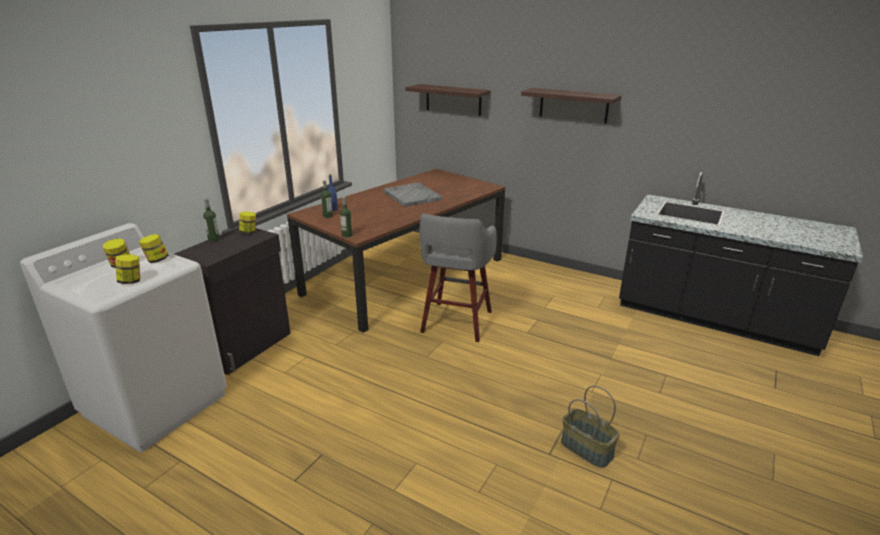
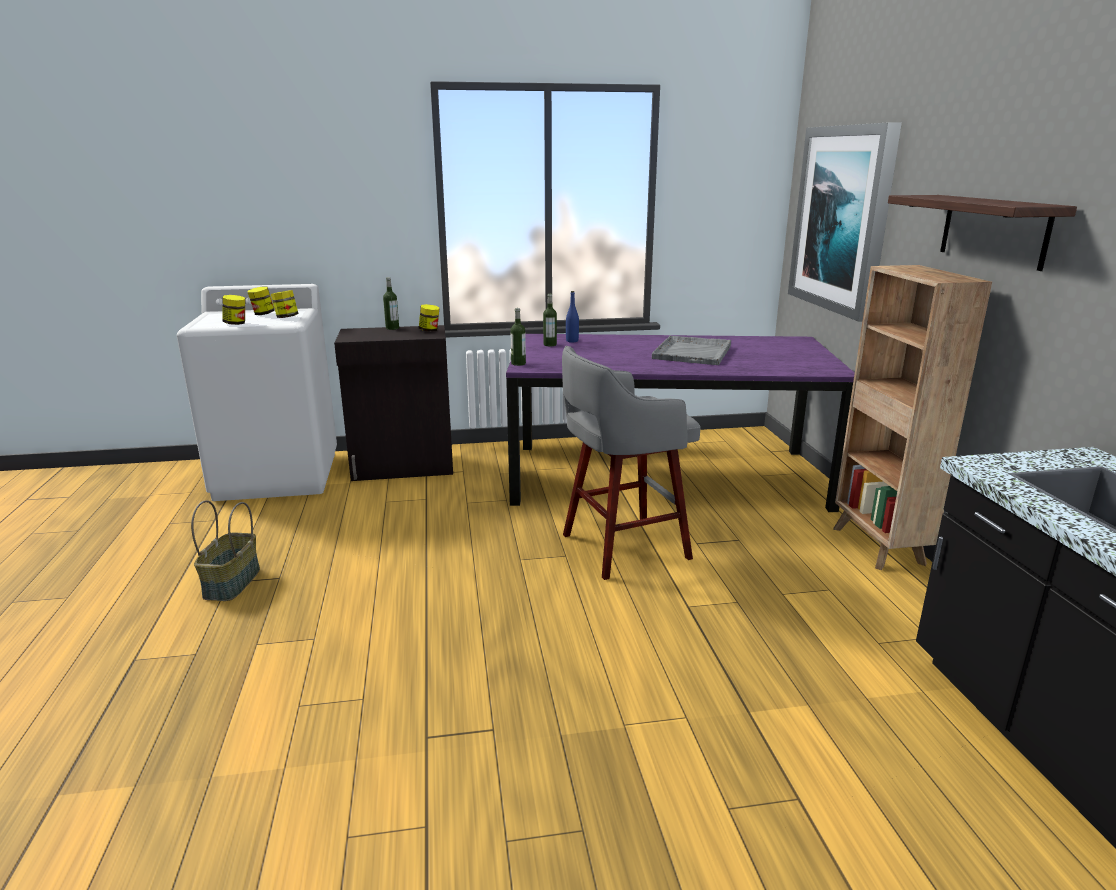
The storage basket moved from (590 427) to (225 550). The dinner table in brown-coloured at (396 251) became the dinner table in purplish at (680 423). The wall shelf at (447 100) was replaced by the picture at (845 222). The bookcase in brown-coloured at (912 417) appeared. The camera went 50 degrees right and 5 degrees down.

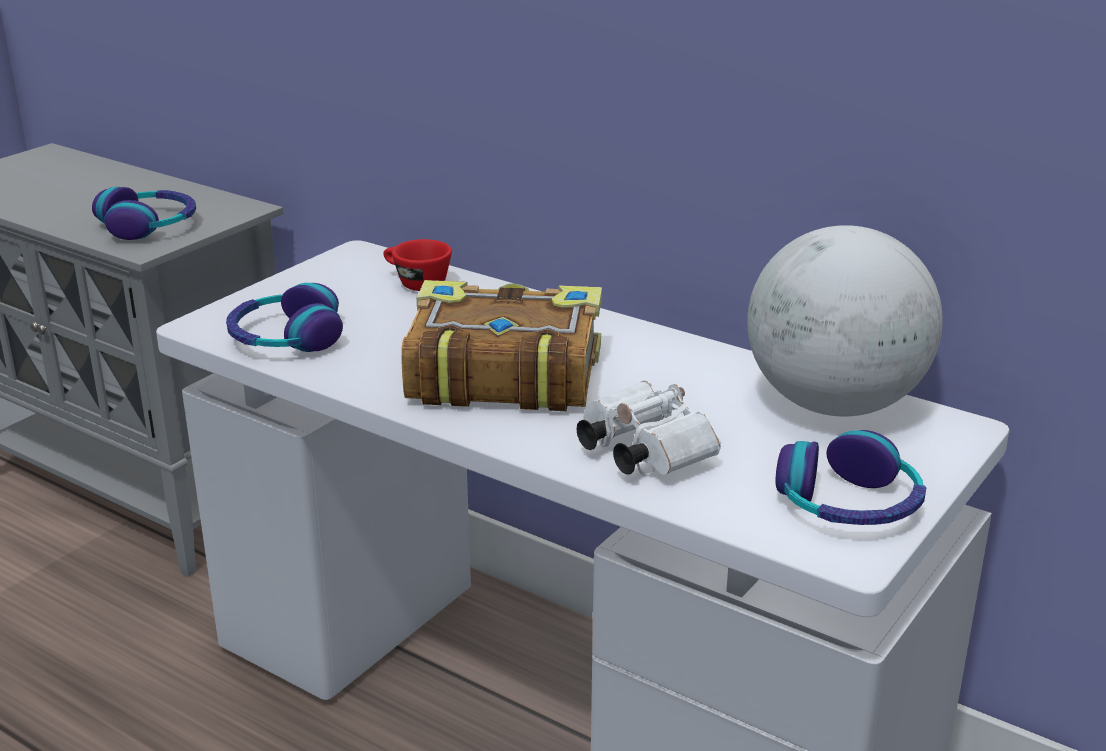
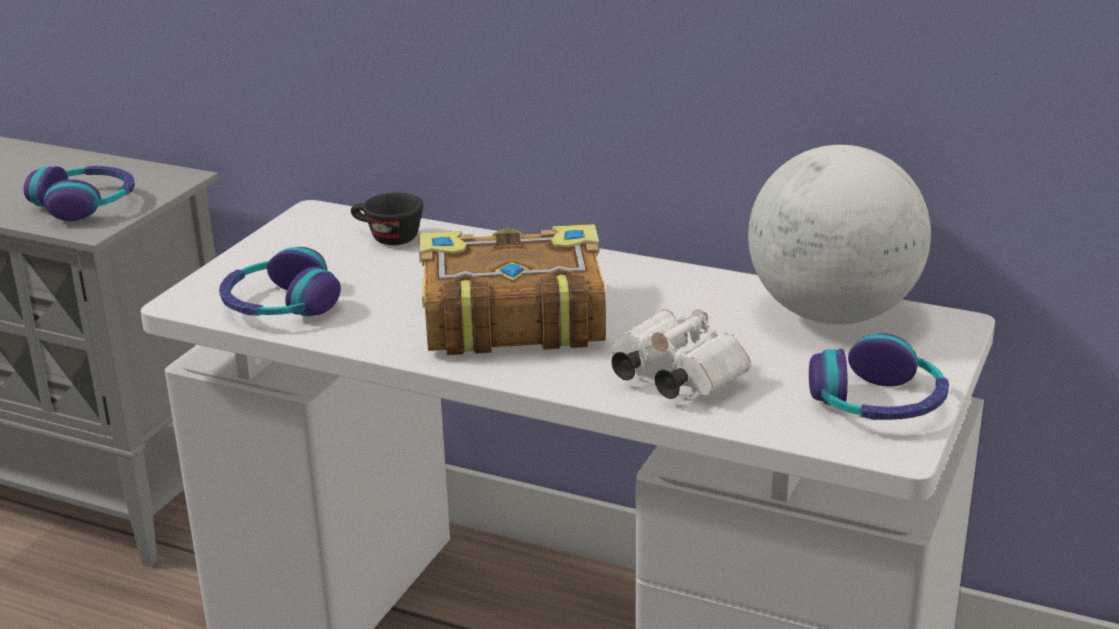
The drinking cup in reddish at (417 265) became the drinking cup in blackish at (387 219). The camera went 10 degrees left and 0 degrees up.

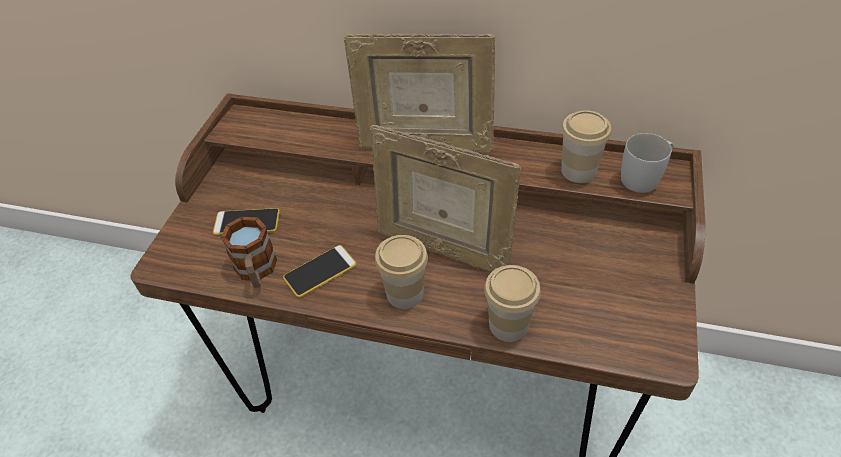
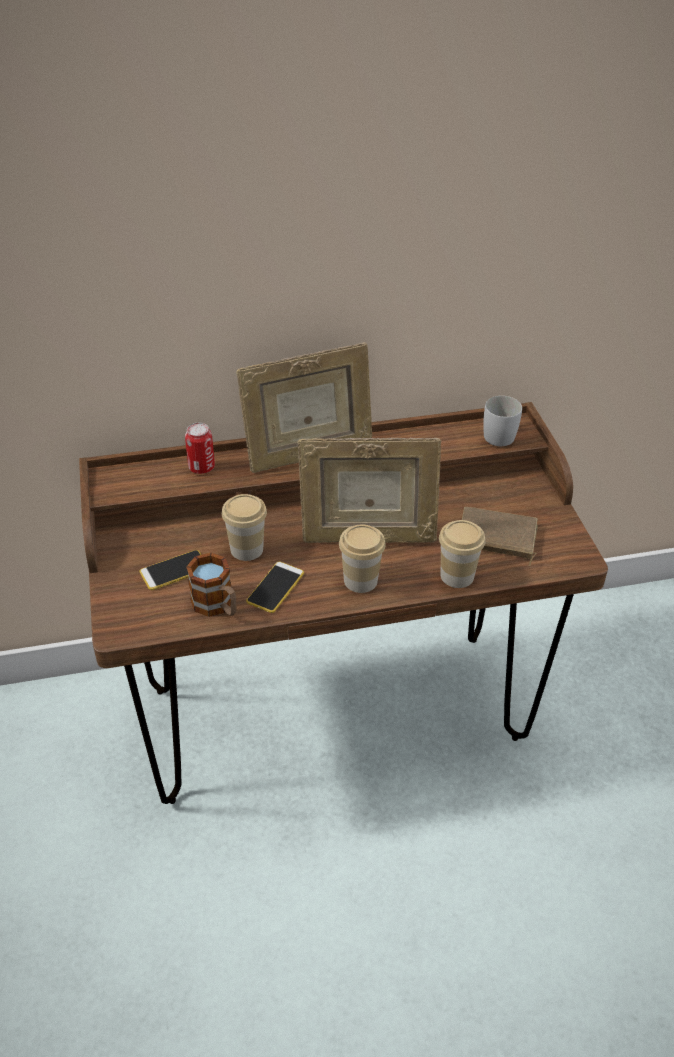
The can at (200 448) appeared. The drinking cup moved from (586 146) to (244 527). The volume in brown-coloured at (500 536) appeared. The camera went 30 degrees left and 5 degrees down.

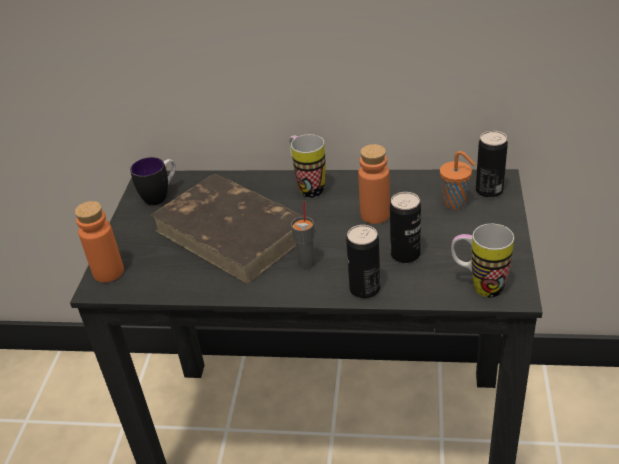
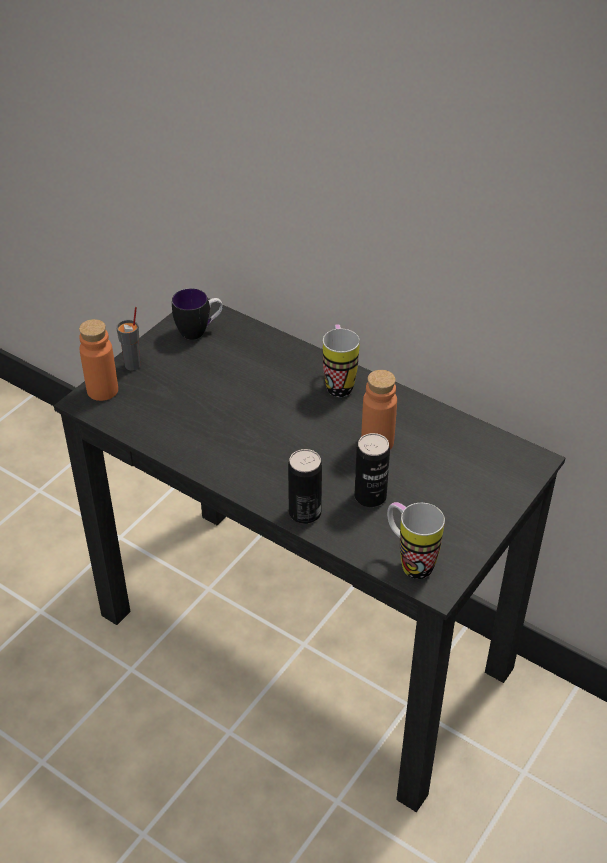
The drinking cup in grey moved from (303 235) to (128 338). The volume in brown-coloured at (227 229) disappeared. The drinking cup in orange-coloured at (457 180) disappeared. The can at (492 164) disappeared. The camera went 25 degrees right and 5 degrees up.

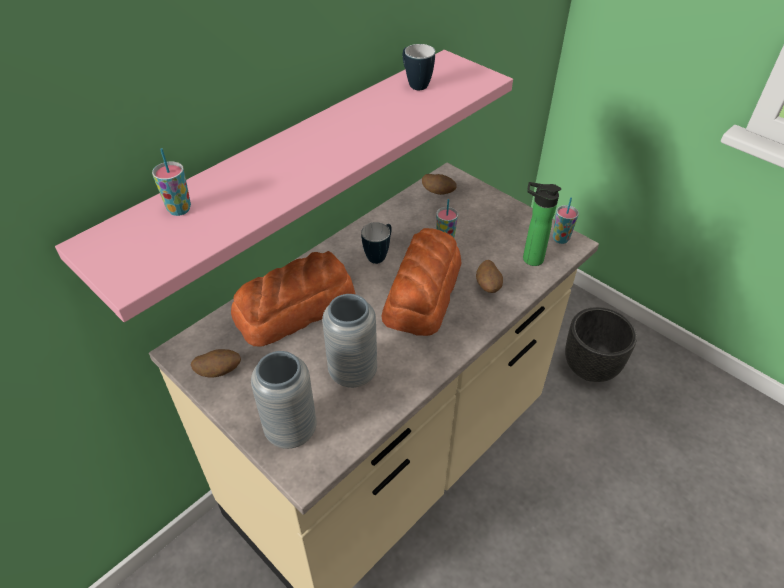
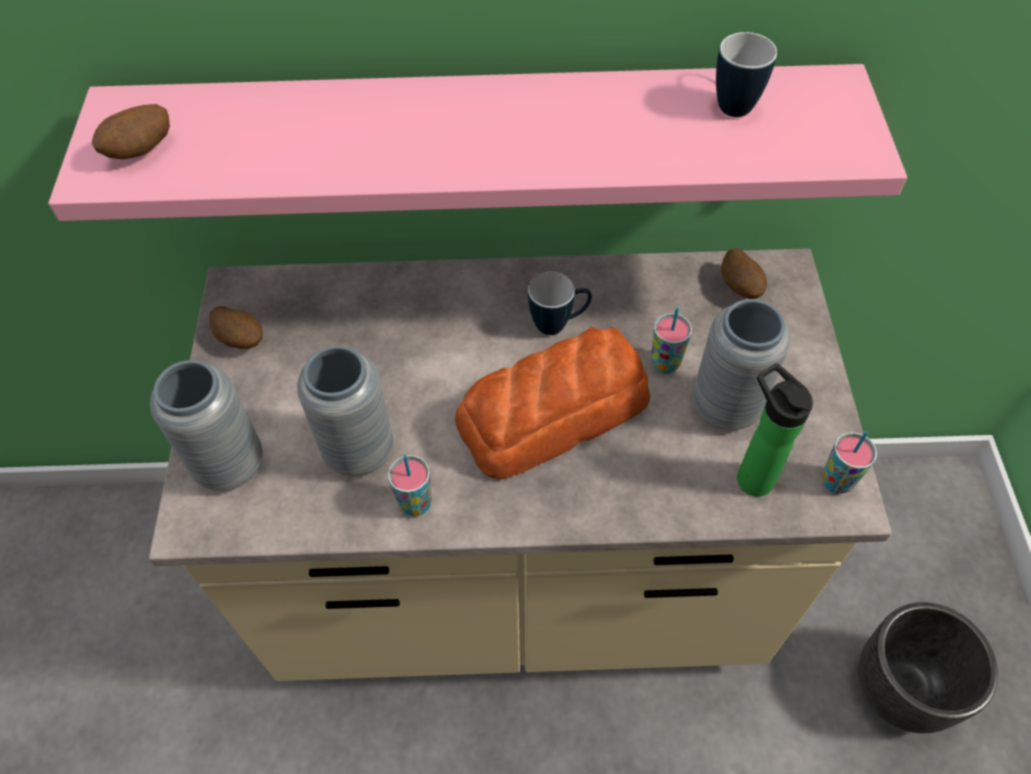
The spud moved from (489 276) to (131 131). The drinking cup moved from (171 182) to (410 485). The decorative vase in grey at (741 364) appeared. The bread at (293 298) disappeared. The camera went 45 degrees right and 10 degrees up.

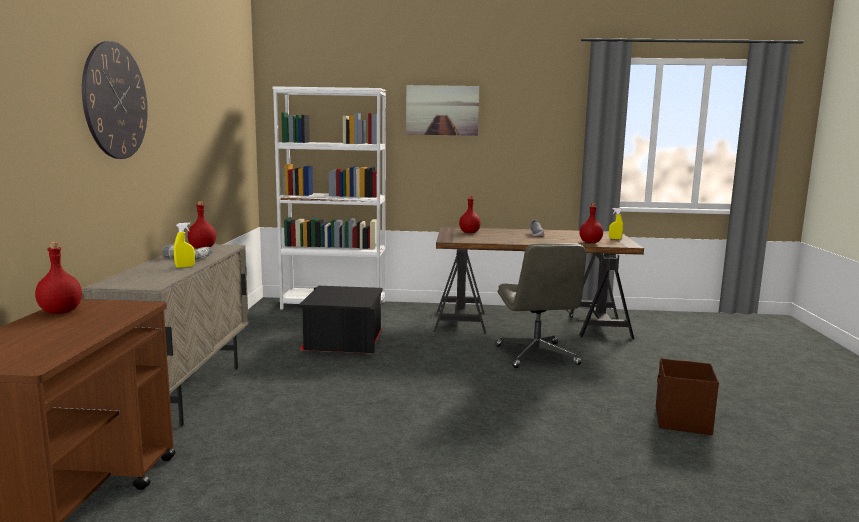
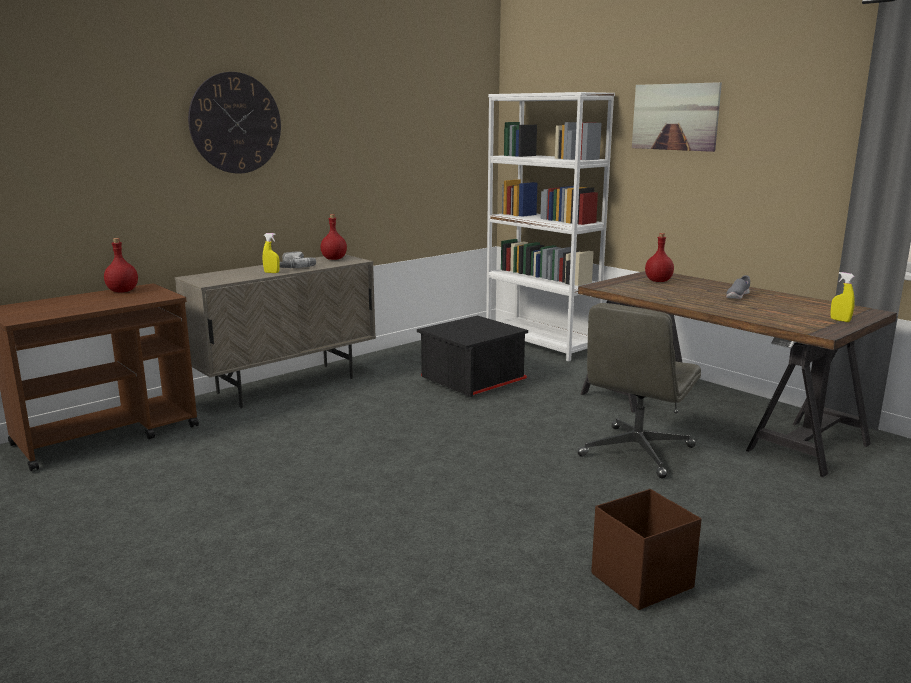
The drink bottle in reddish at (591 223) disappeared. The camera went 45 degrees right and 5 degrees up.

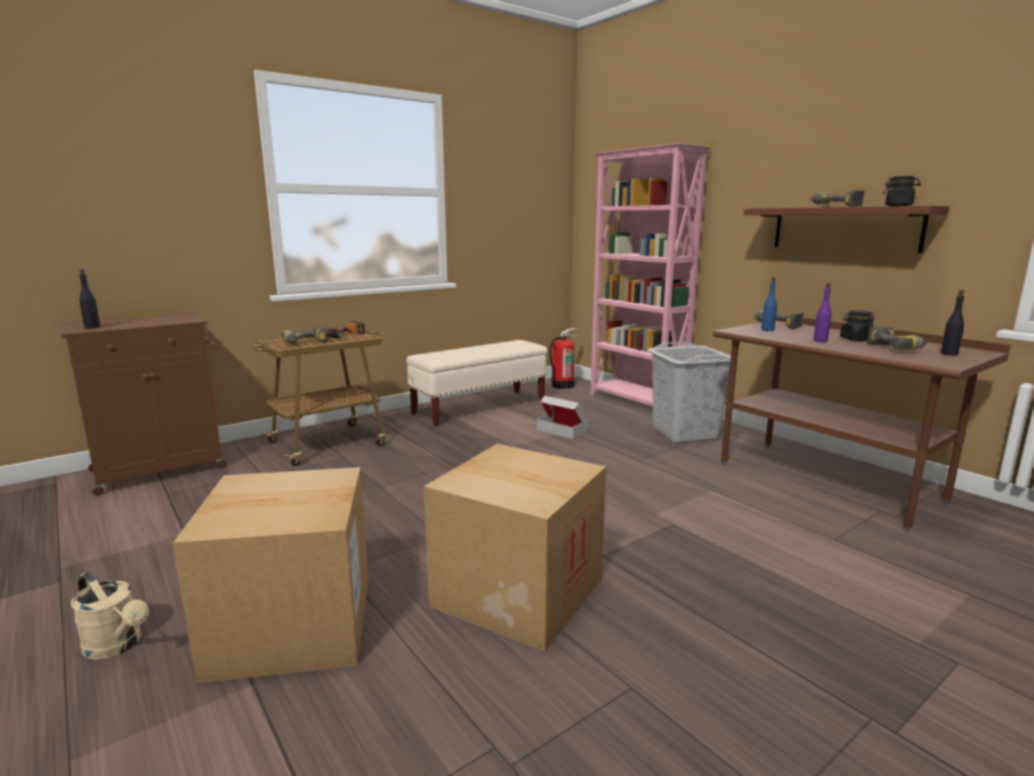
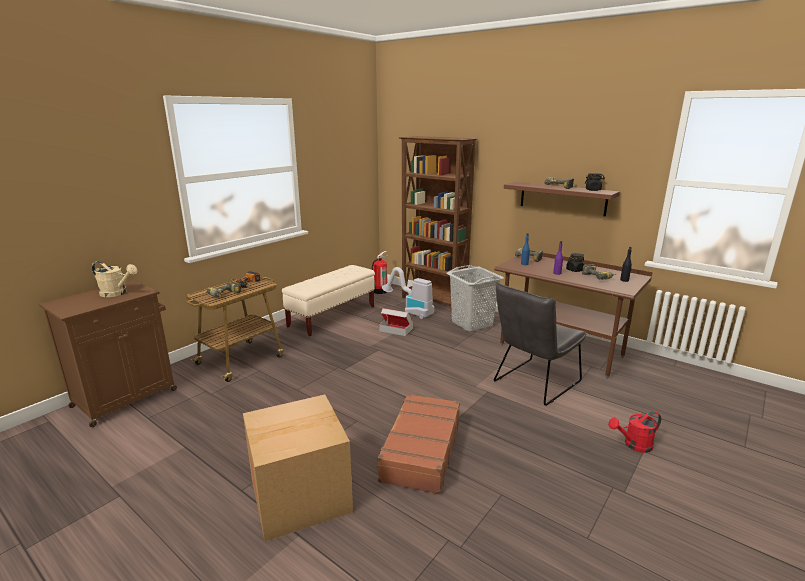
The watering can in beige-coloured moved from (110 616) to (114 279). The packing box at (515 547) was replaced by the suitcase in brown-coloured at (418 444). The vacuum at (408 293) appeared. The bookcase in pink-coloured at (650 274) became the bookcase in brown-coloured at (438 224). The chair in grey at (540 344) appeared. The watering can in reddish at (634 432) appeared. The drink bottle in blackish at (89 298) disappeared. The camera went 15 degrees left and 5 degrees up.

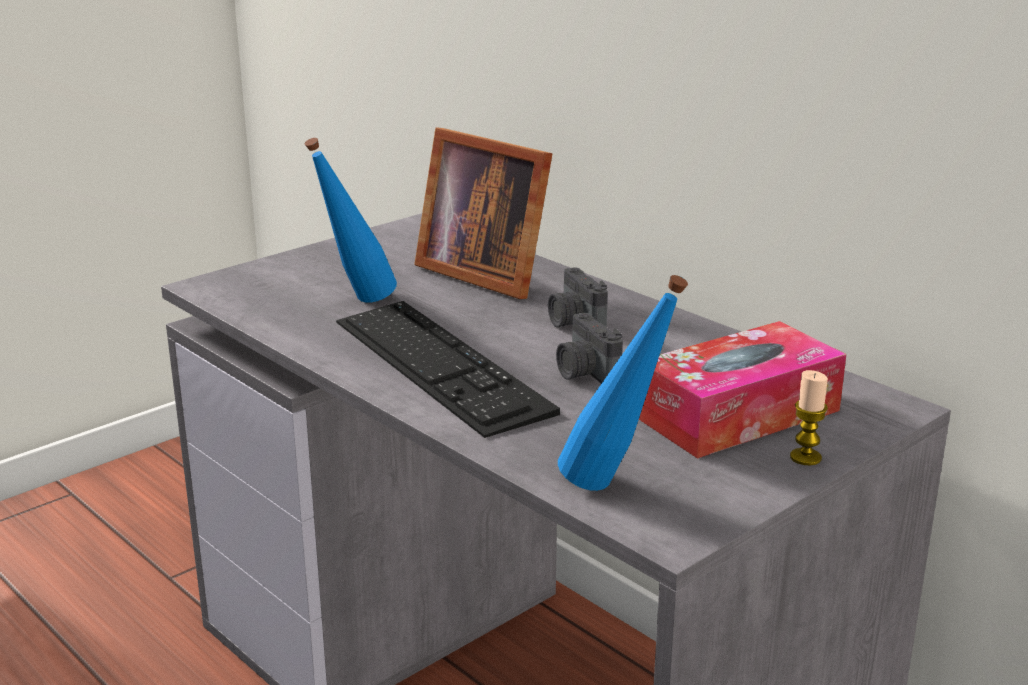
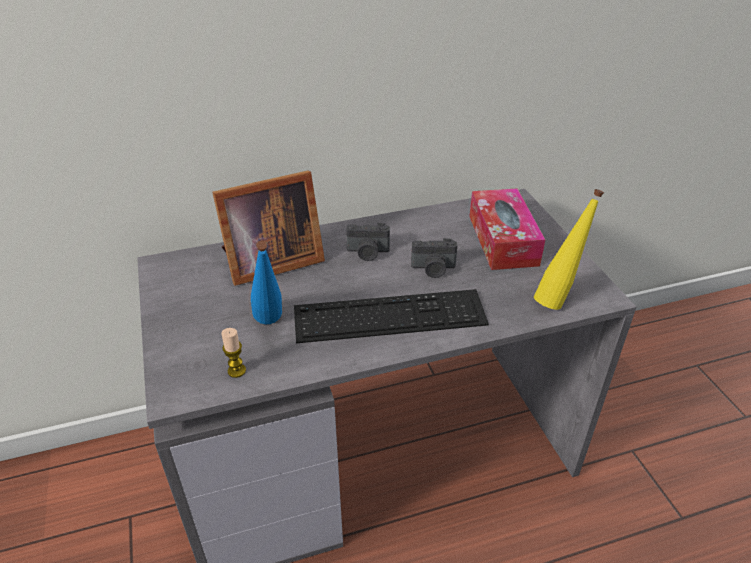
The candle moved from (809 417) to (233 353). The drink bottle in blue-coloured at (623 383) became the drink bottle in yellowish at (569 249). The camera went 65 degrees left and 15 degrees up.

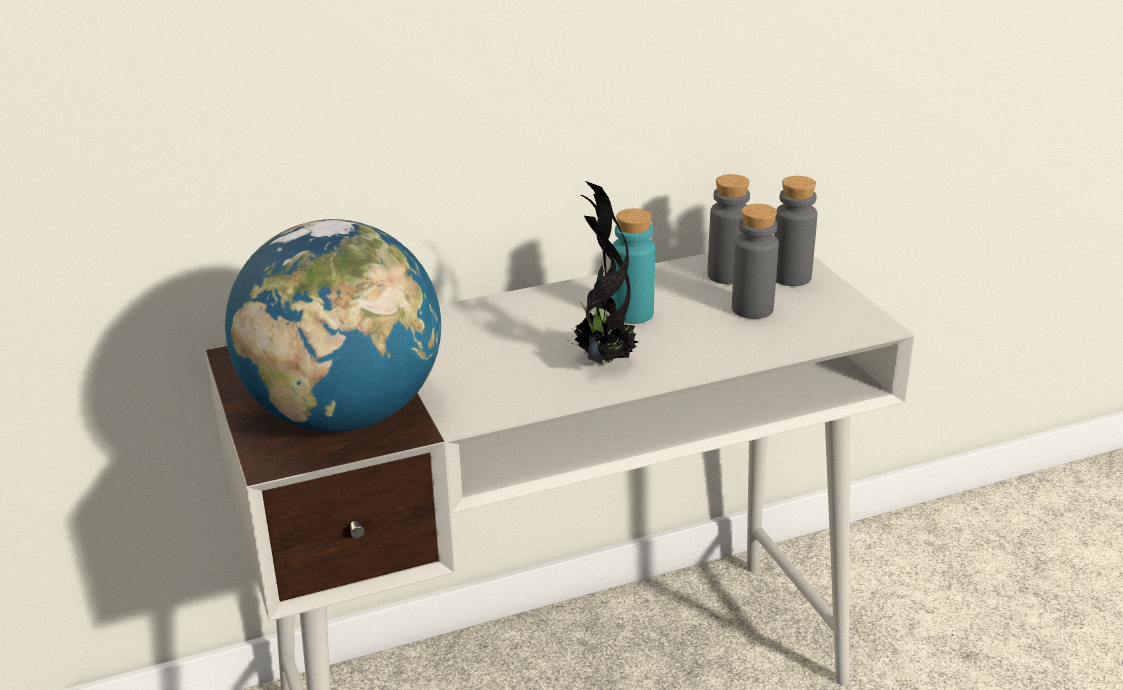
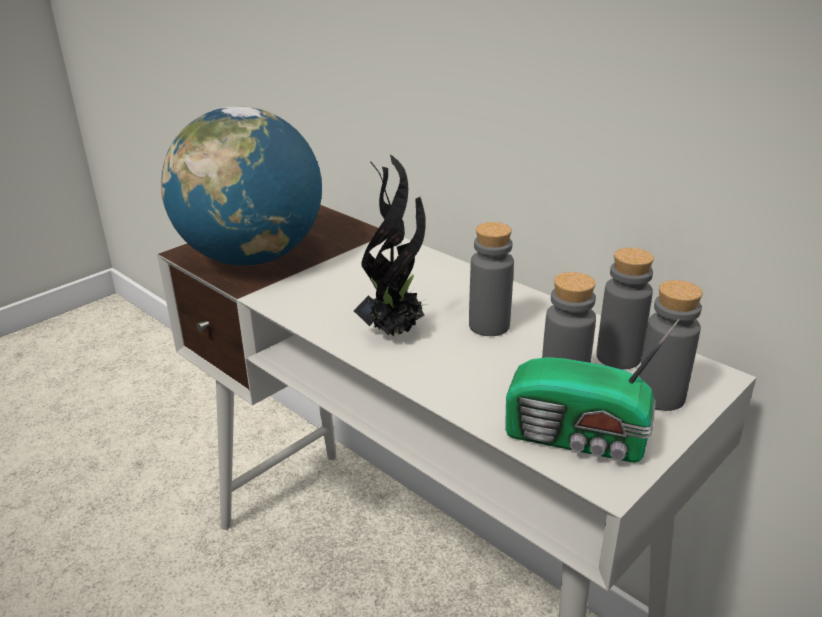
The drink bottle in blue-green at (633 266) became the drink bottle in grey at (491 279). The radio receiver at (592 391) appeared. The camera went 65 degrees right and 0 degrees up.

